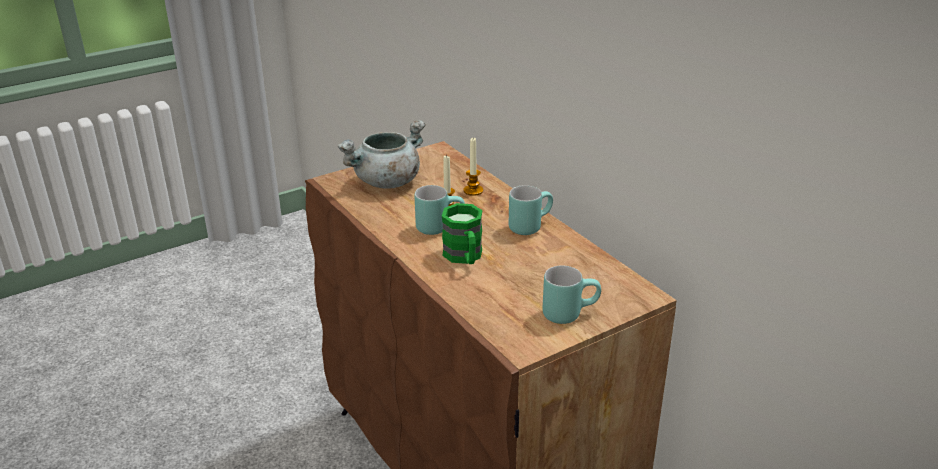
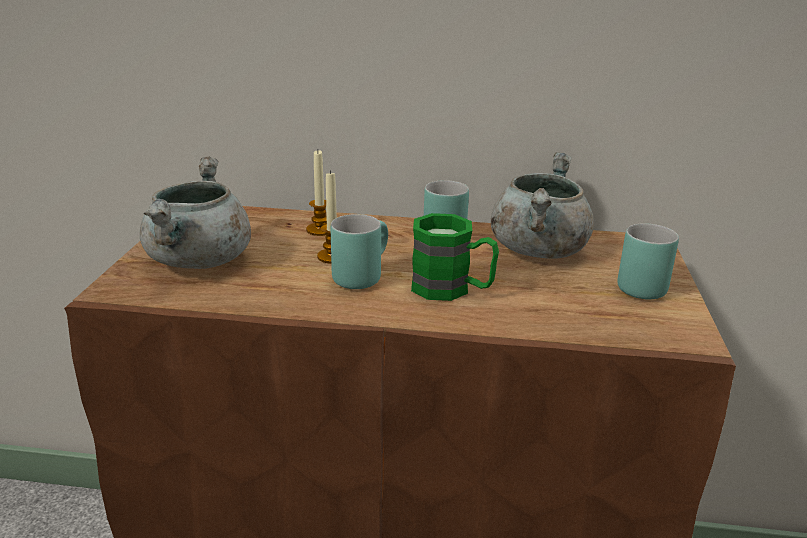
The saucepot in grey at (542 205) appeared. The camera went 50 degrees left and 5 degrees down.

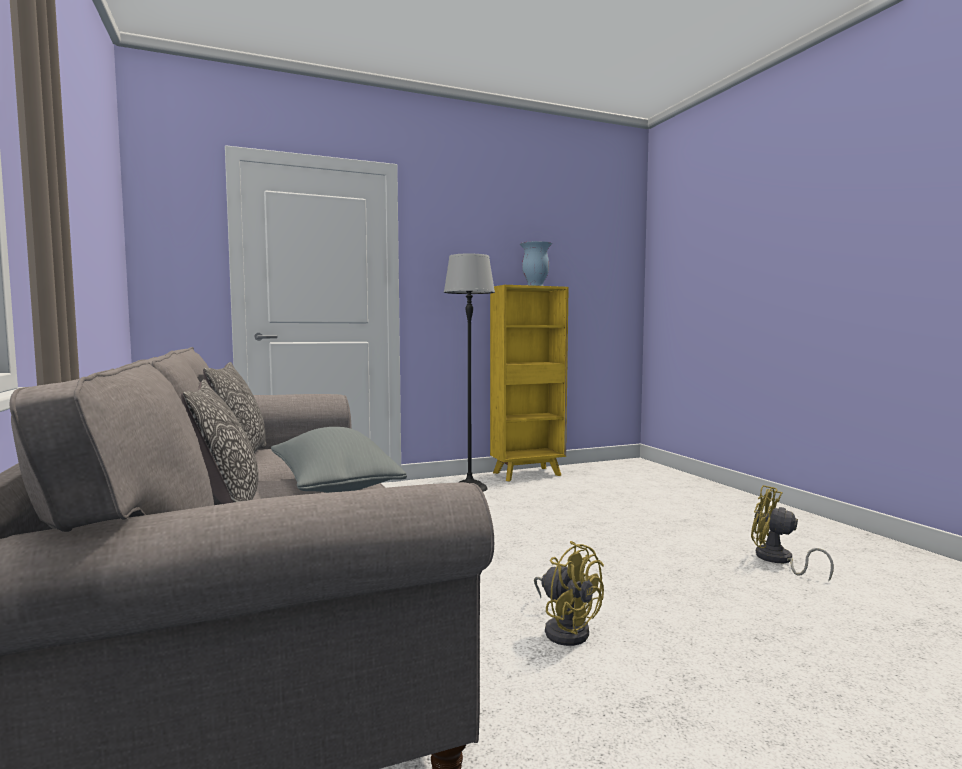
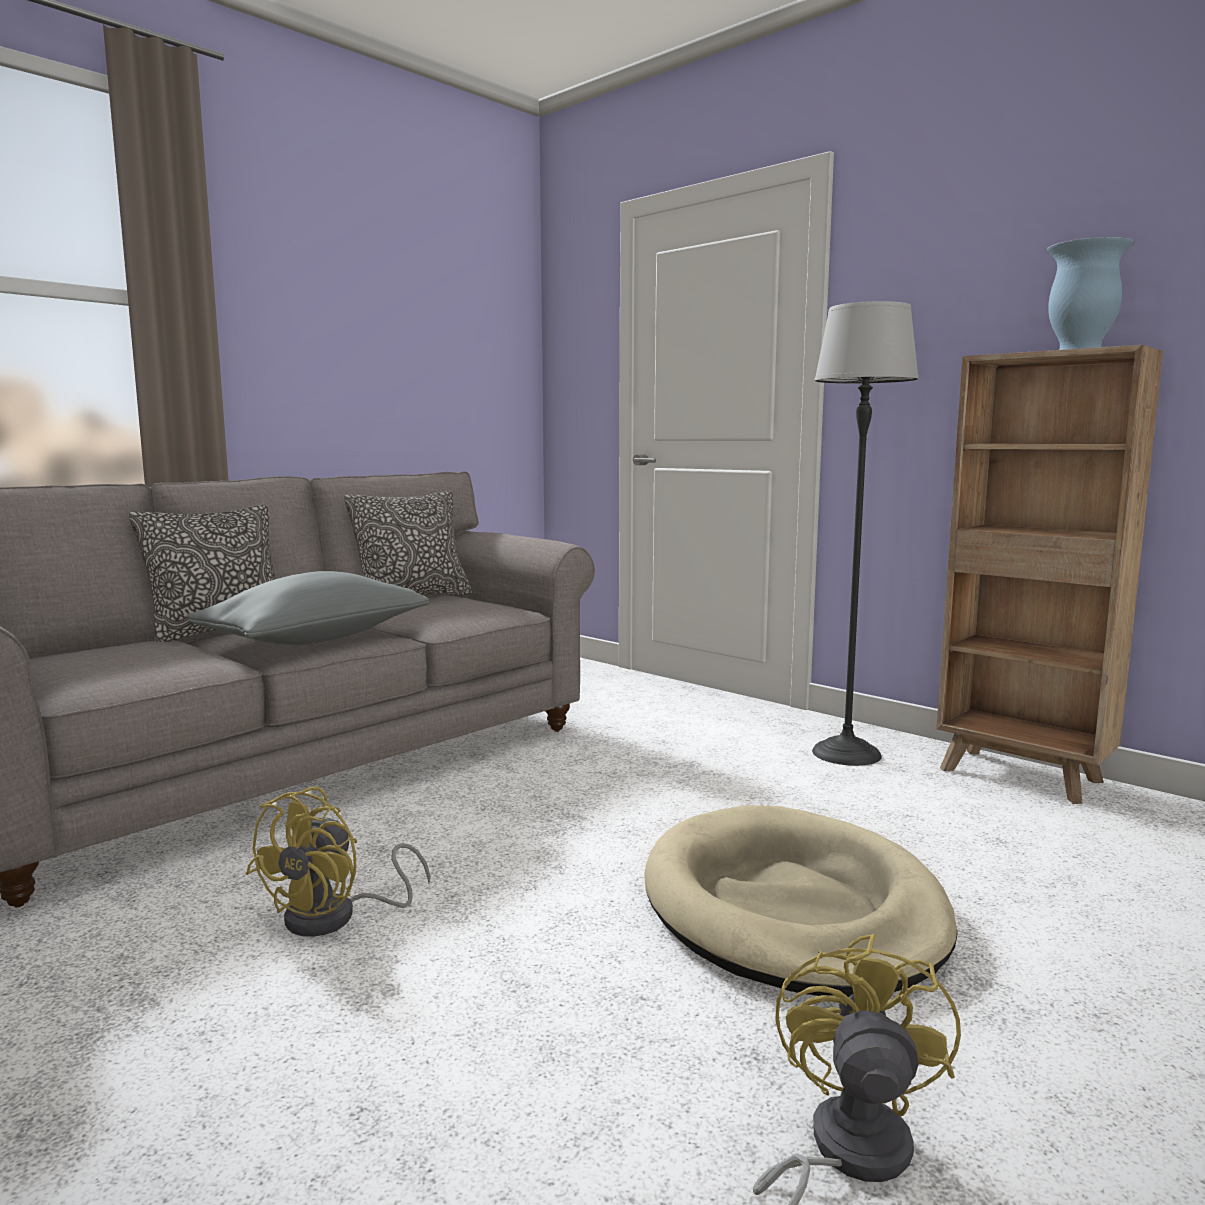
The dog cushion in beige-coloured at (801 901) appeared. The bookcase in yellowish at (529 383) became the bookcase in brown-coloured at (1050 574). The camera went 65 degrees right and 5 degrees up.

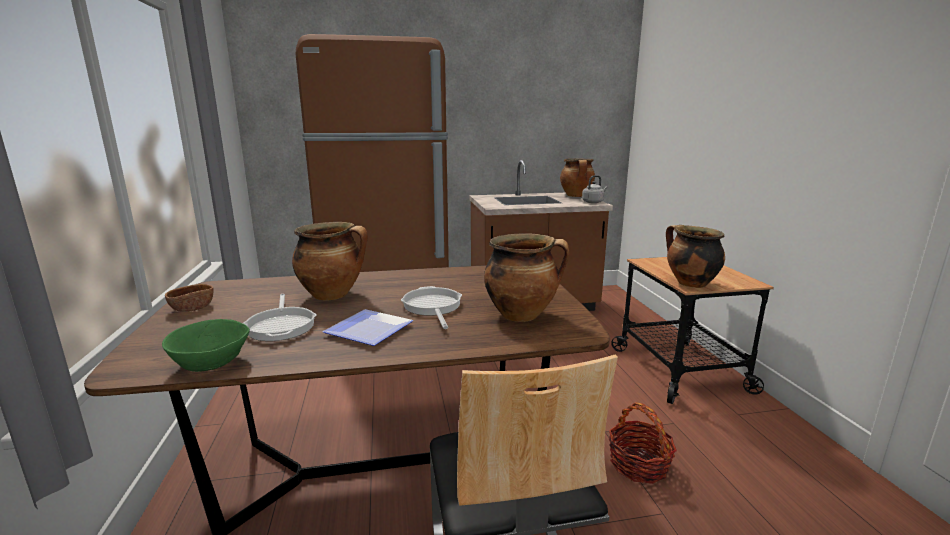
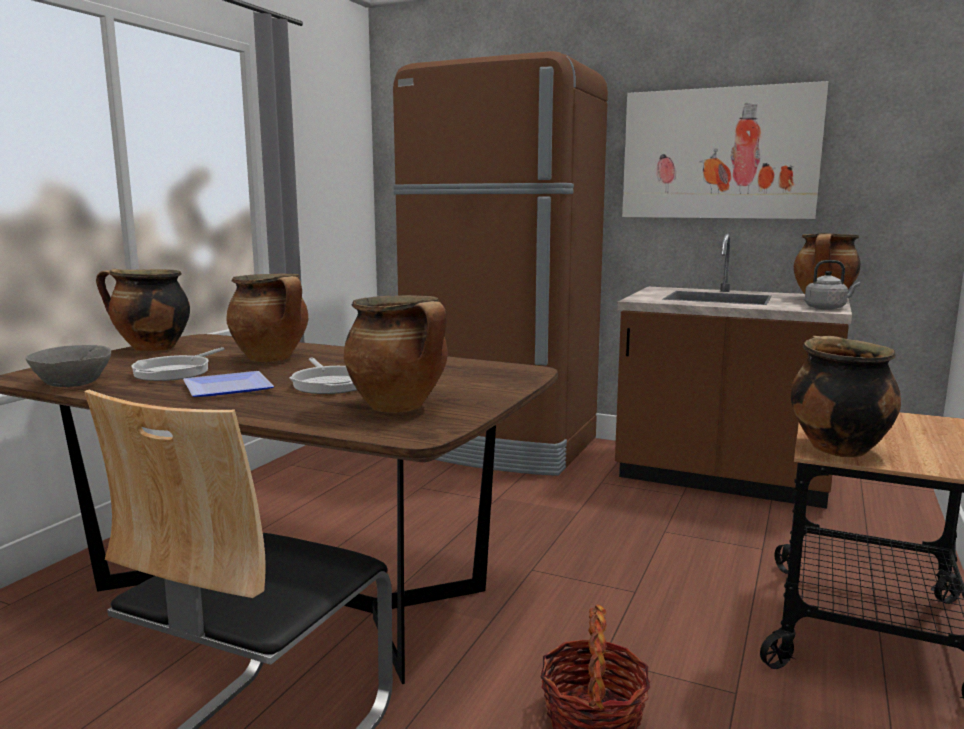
The bowl in green-coloured at (206 345) became the bowl in grey at (68 366). The bowl in brown-coloured at (189 298) was replaced by the saucepot at (143 310). The pan at (431 307) turned 135 degrees clockwise. The picture at (725 150) appeared. The camera went 35 degrees right and 5 degrees down.

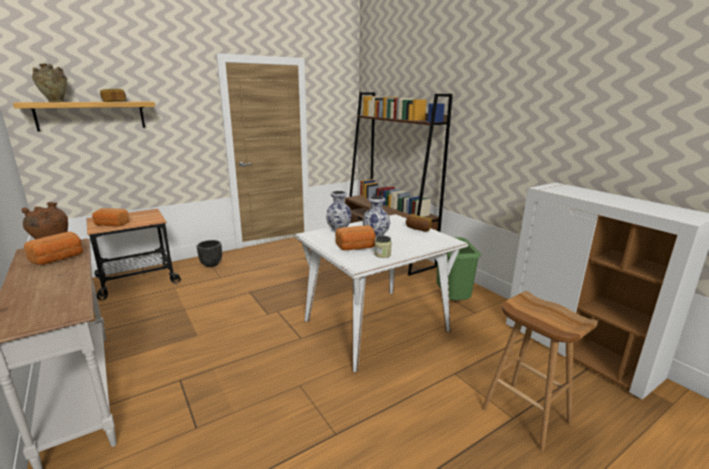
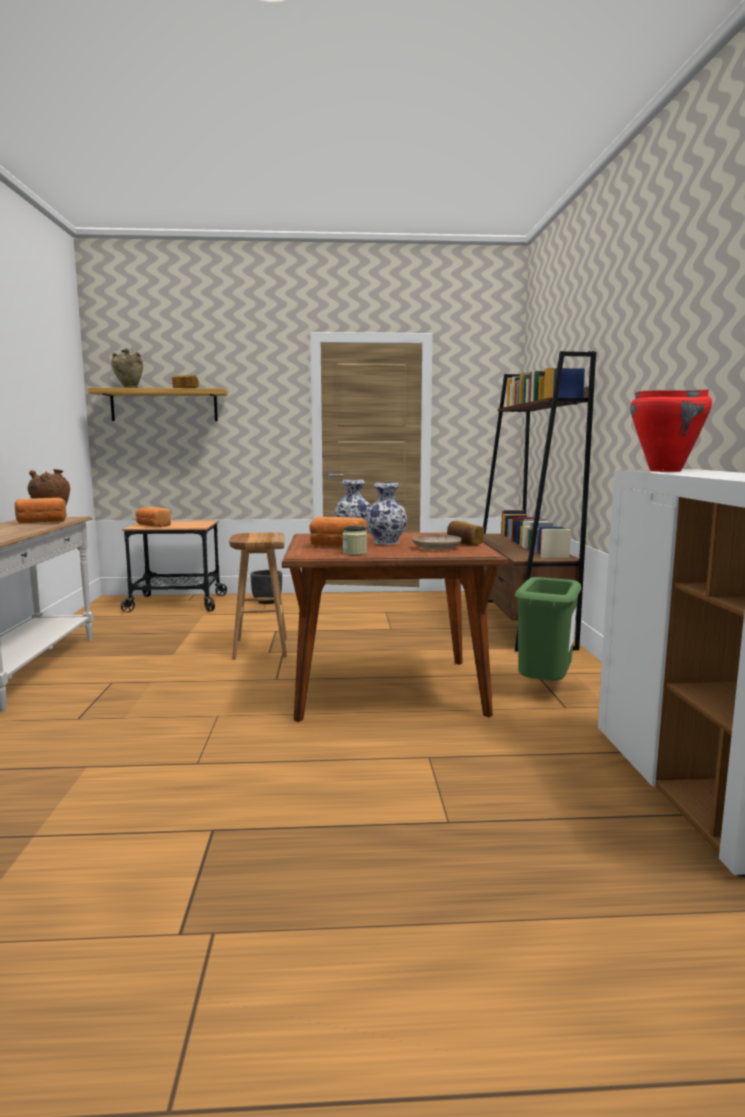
The stool in brown-coloured moved from (540 371) to (258 595). The dinner table in white-coloured at (381 293) became the dinner table in brown-coloured at (395 627). The dinner plate in beige-coloured at (437 542) appeared. The saucepot in reddish at (671 430) appeared. The camera went 30 degrees right and 10 degrees down.

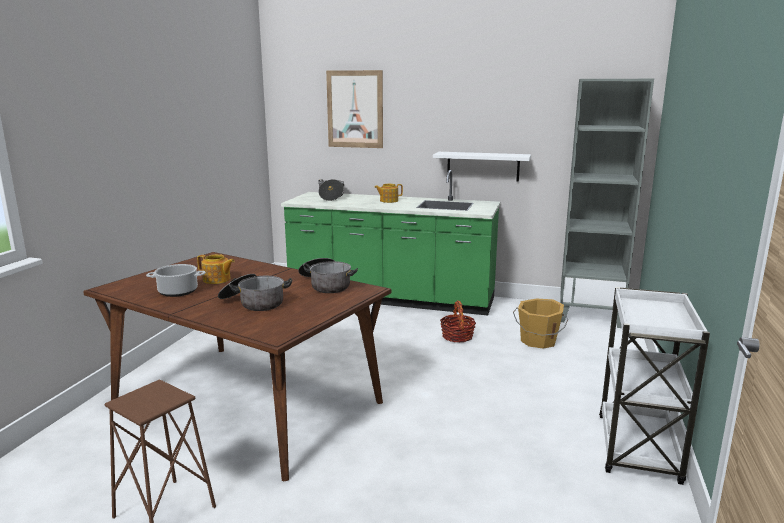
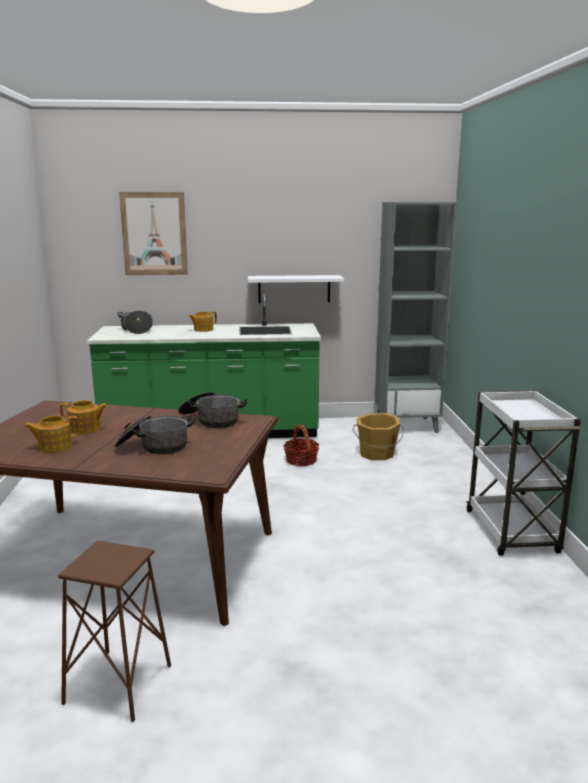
The saucepot at (176 280) was replaced by the tea pot at (51 434). The camera went 20 degrees left and 0 degrees up.

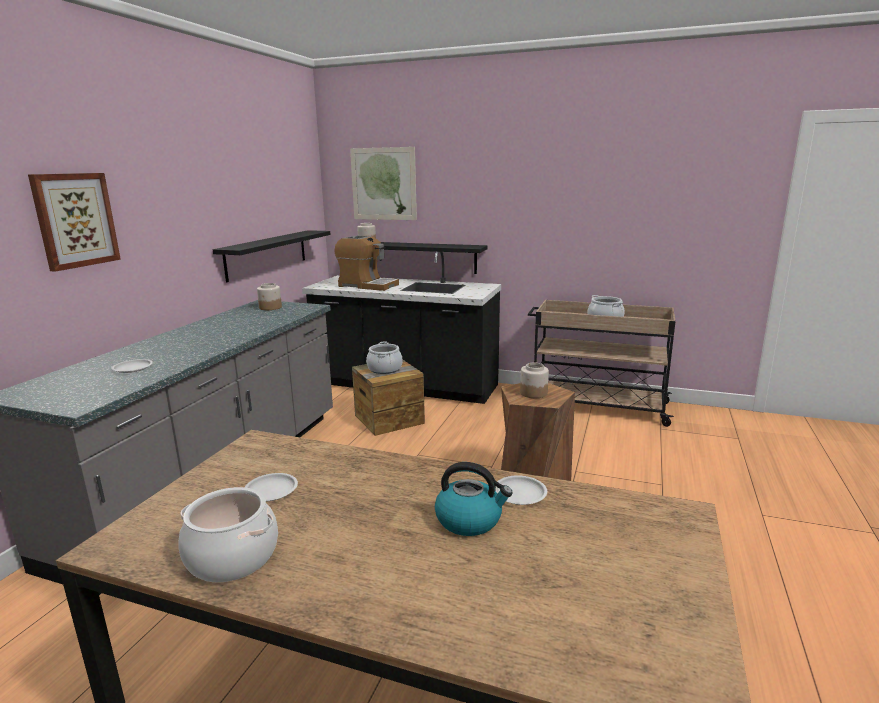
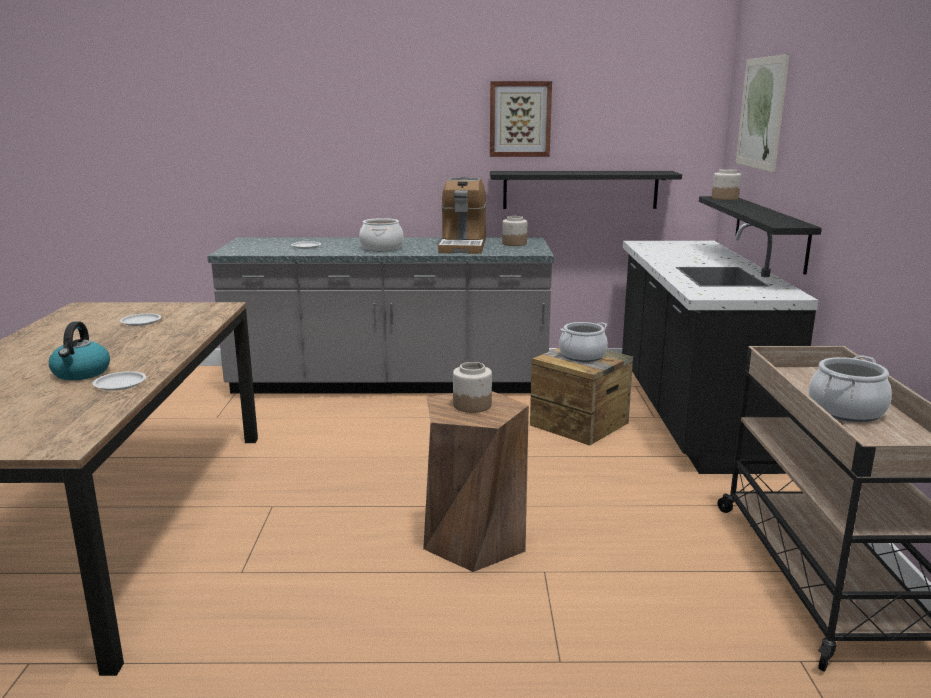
The saucepot moved from (228 534) to (381 234). The coffee maker moved from (367 263) to (462 215). The picture moved from (74 222) to (521 119). The camera went 70 degrees right and 0 degrees up.

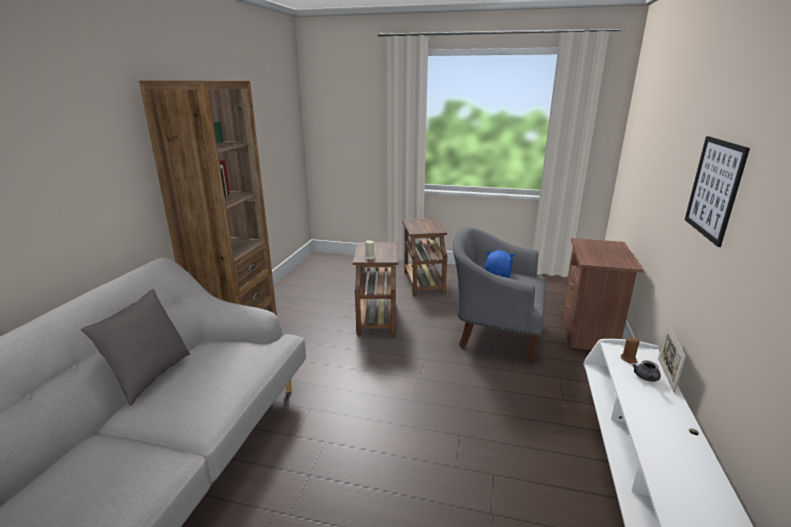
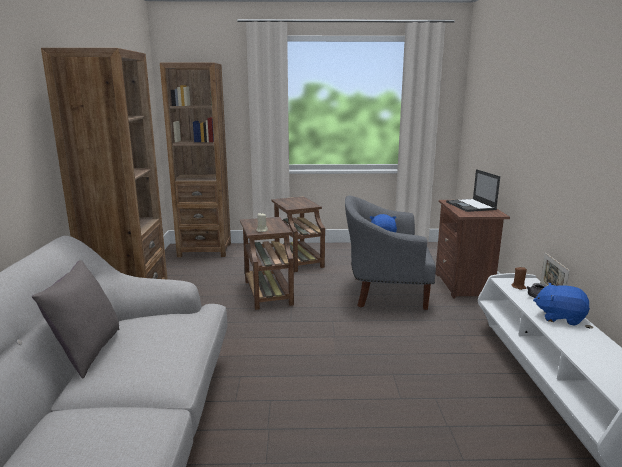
The bookcase in brown-coloured at (195 160) appeared. The laptop at (473 190) appeared. The soft toy in blue-coloured at (561 304) appeared. The picture at (717 191) disappeared. The camera went 15 degrees left and 5 degrees down.

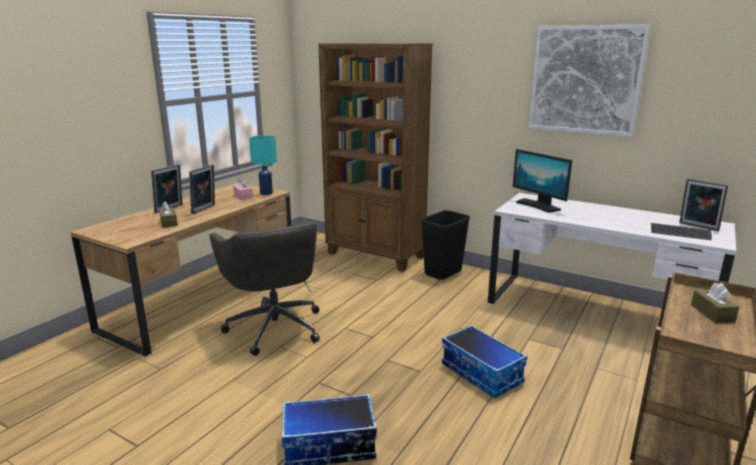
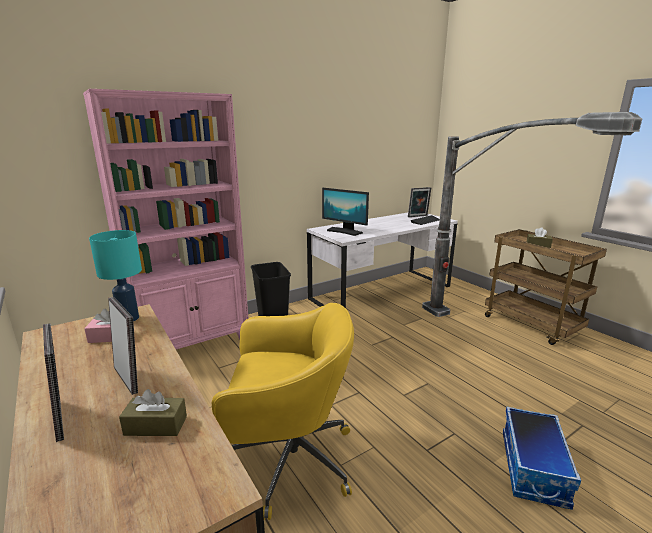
The bookcase in brown-coloured at (375 157) became the bookcase in pink-coloured at (166 219). The desk chair in grey at (265 288) became the desk chair in yellowish at (283 411). The computer screen at (542 181) turned 45 degrees clockwise. The standing lamp at (532 214) appeared. The storage container at (485 361) disappeared. The picture at (589 80) disappeared. The camera went 65 degrees left and 0 degrees up.

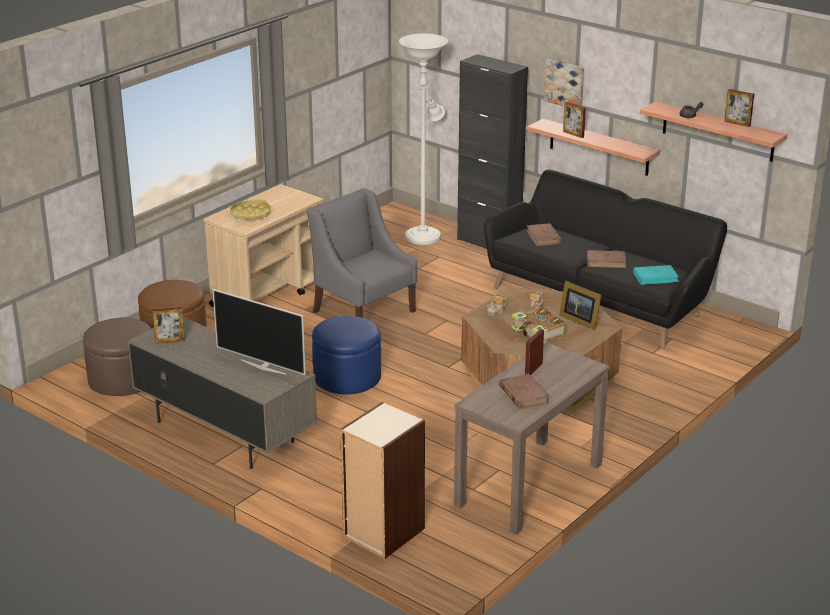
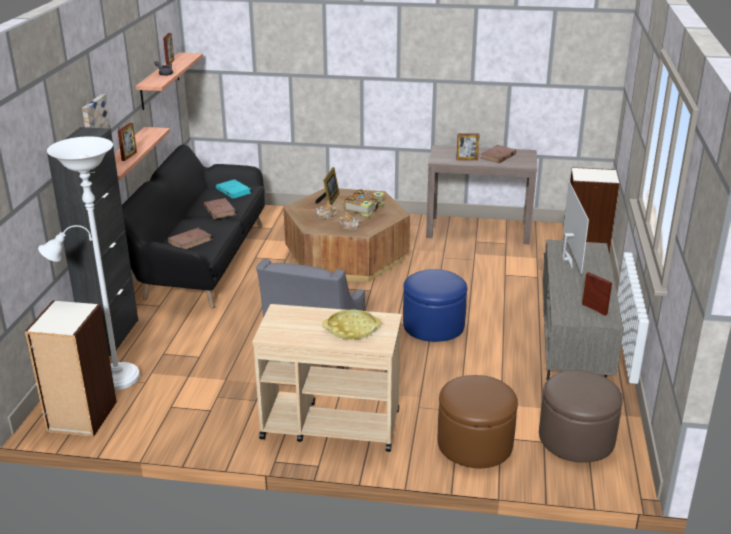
The bookcase at (71 368) appeared. The camera went 120 degrees left and 0 degrees up.

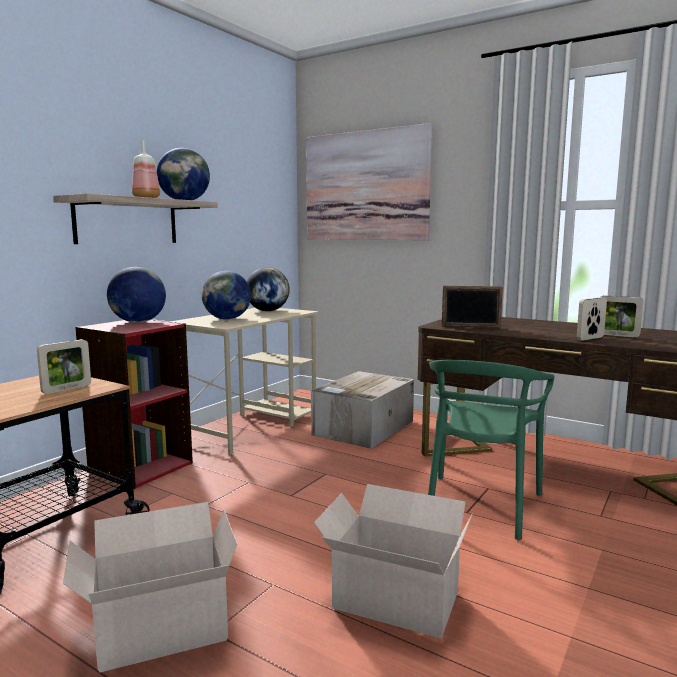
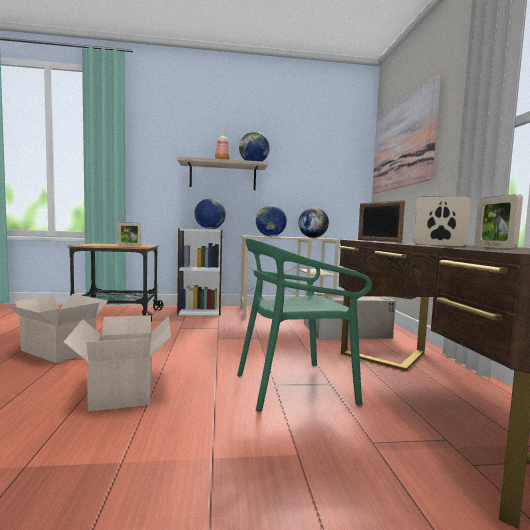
The bookcase in reddish at (134 404) became the bookcase in white-coloured at (200 272). The camera went 50 degrees right and 5 degrees down.

